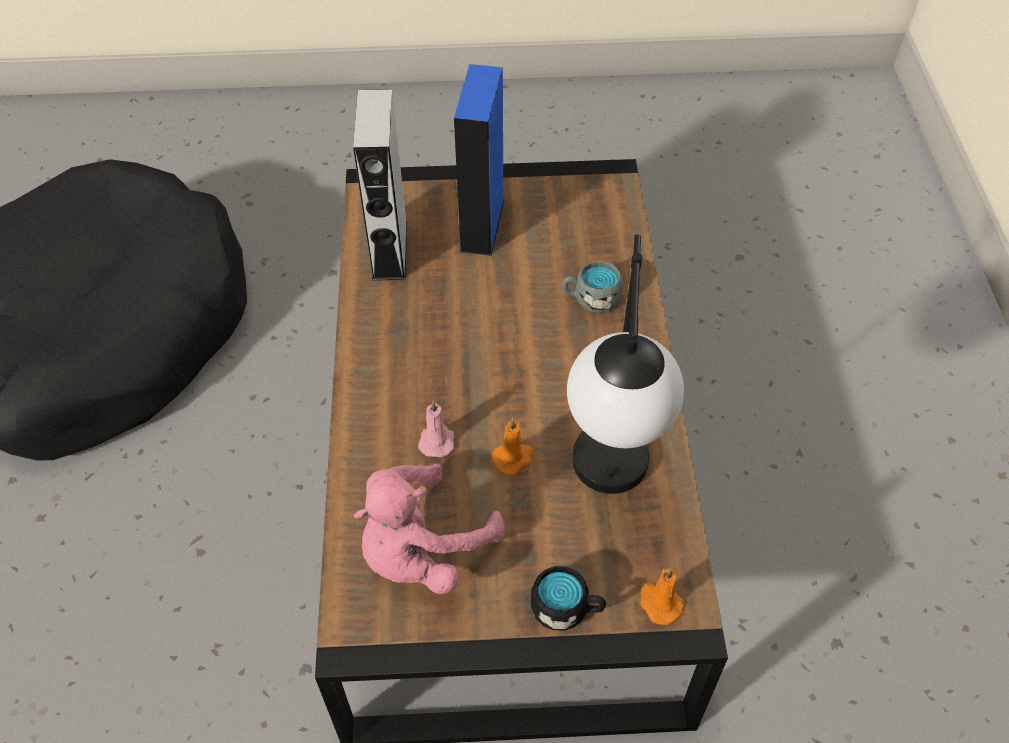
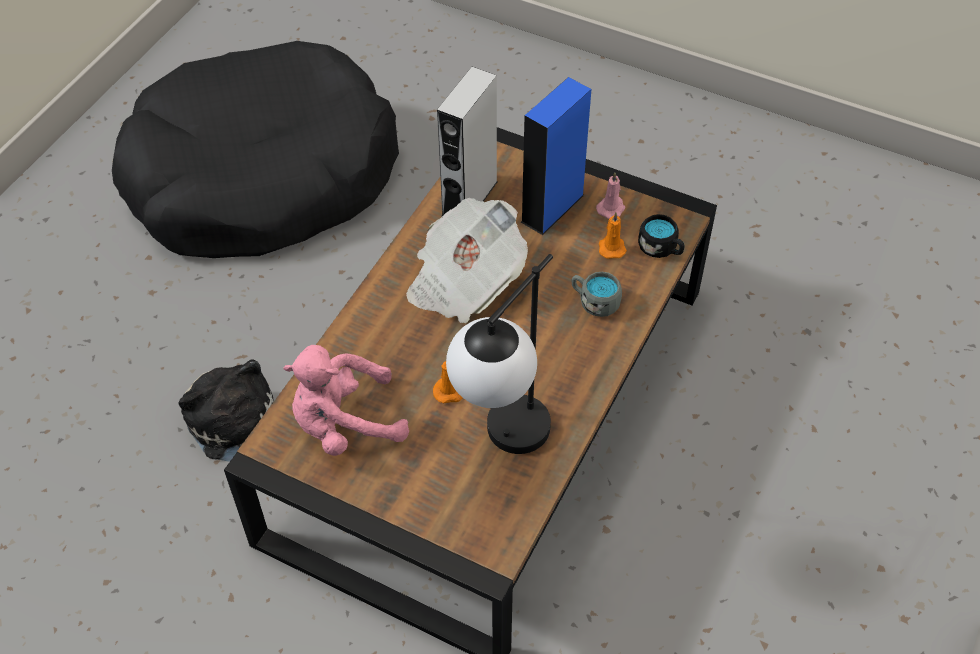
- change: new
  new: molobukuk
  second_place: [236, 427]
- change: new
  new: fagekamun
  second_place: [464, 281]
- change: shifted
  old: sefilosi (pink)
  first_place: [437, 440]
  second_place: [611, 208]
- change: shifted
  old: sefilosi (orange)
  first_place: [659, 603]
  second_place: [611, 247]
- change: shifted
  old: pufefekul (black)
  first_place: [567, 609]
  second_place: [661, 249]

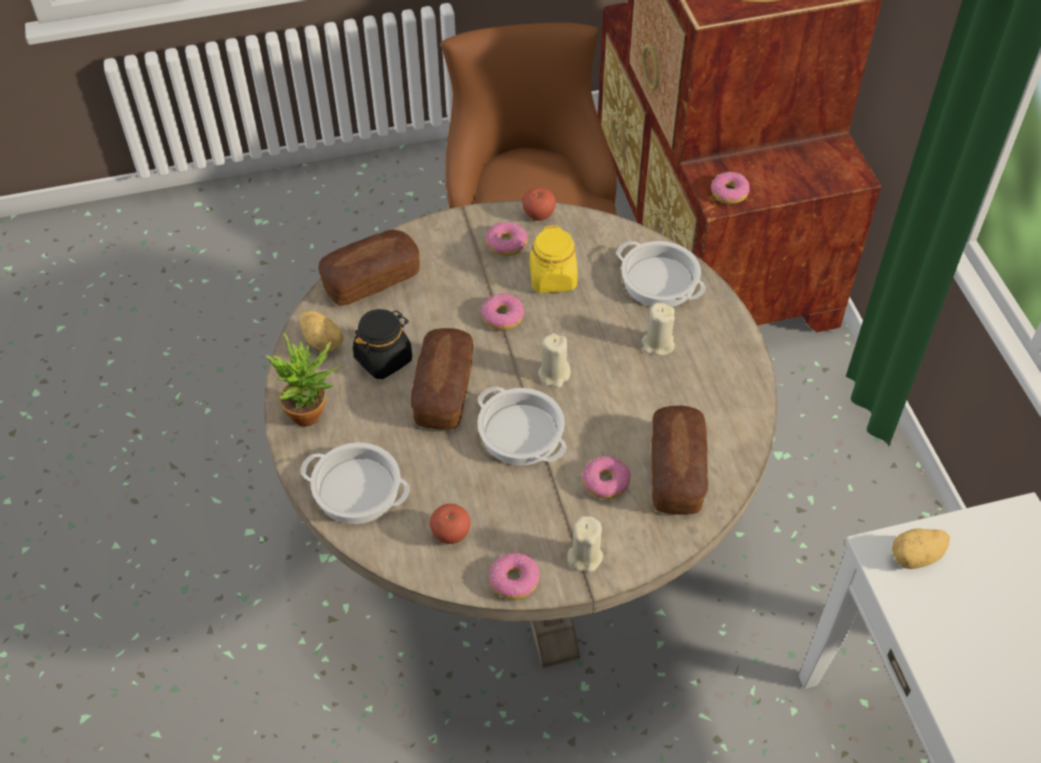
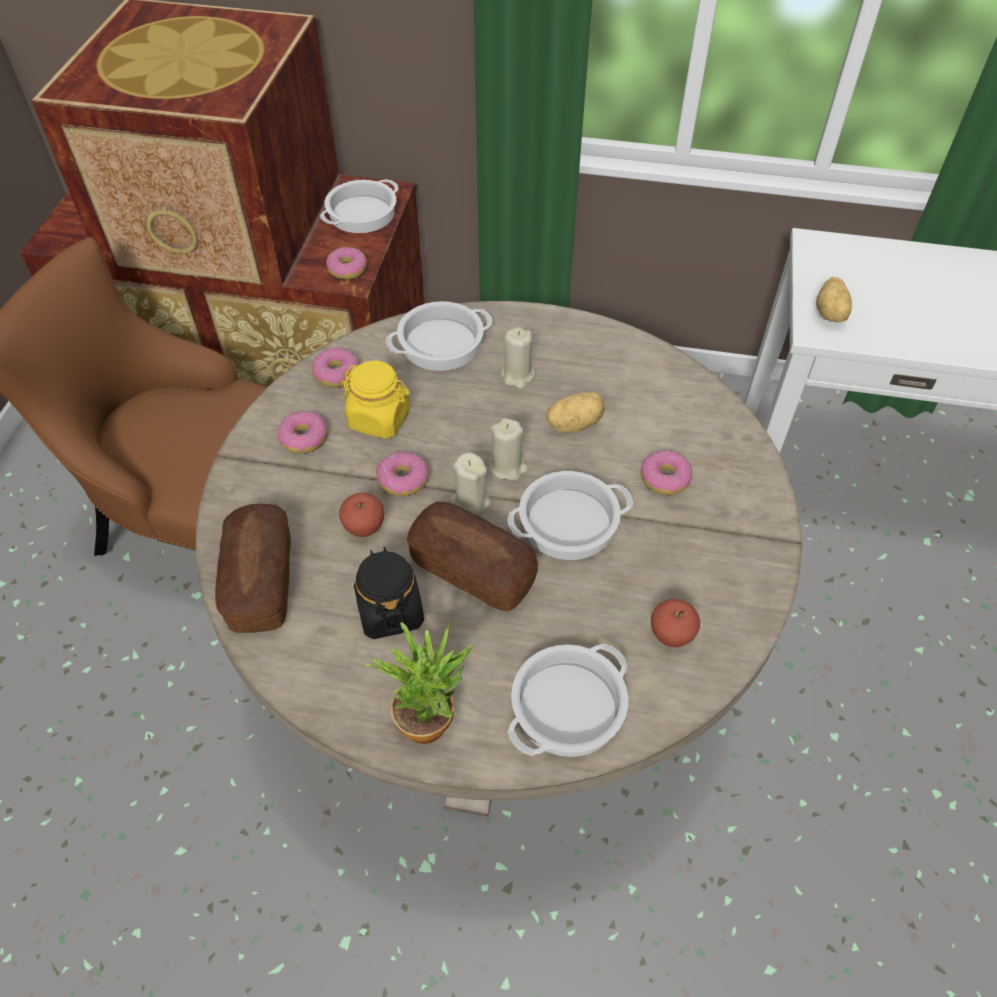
- change: shifted
  old: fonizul
  first_place: [514, 580]
  second_place: [336, 373]
- change: new
  new: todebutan
  second_place: [362, 213]
- change: shifted
  old: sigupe
  first_place: [538, 215]
  second_place: [364, 527]
- change: shifted
  old: sefilosi (beige)
  first_place: [584, 556]
  second_place: [470, 502]
- change: shifted
  old: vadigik
  first_place: [323, 341]
  second_place: [574, 423]
- change: gone
  old: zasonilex
  first_place: [676, 472]

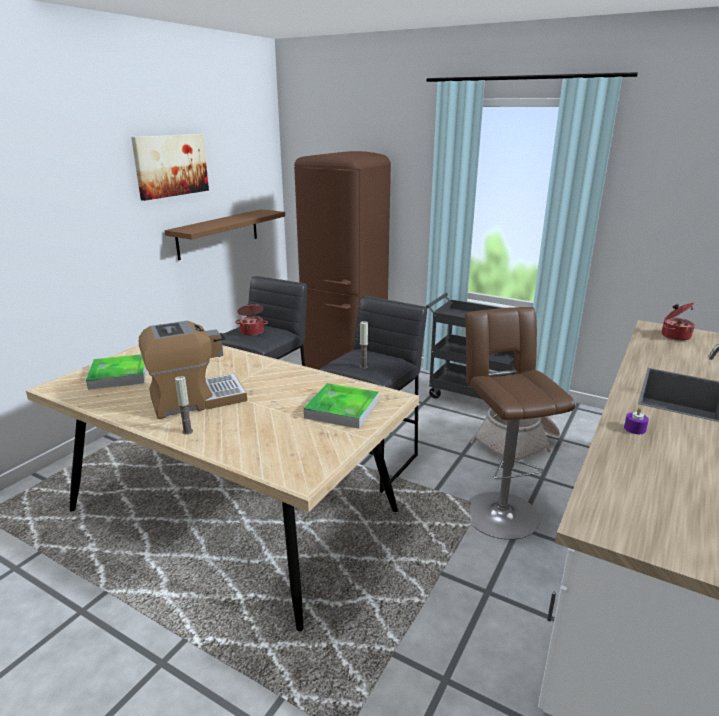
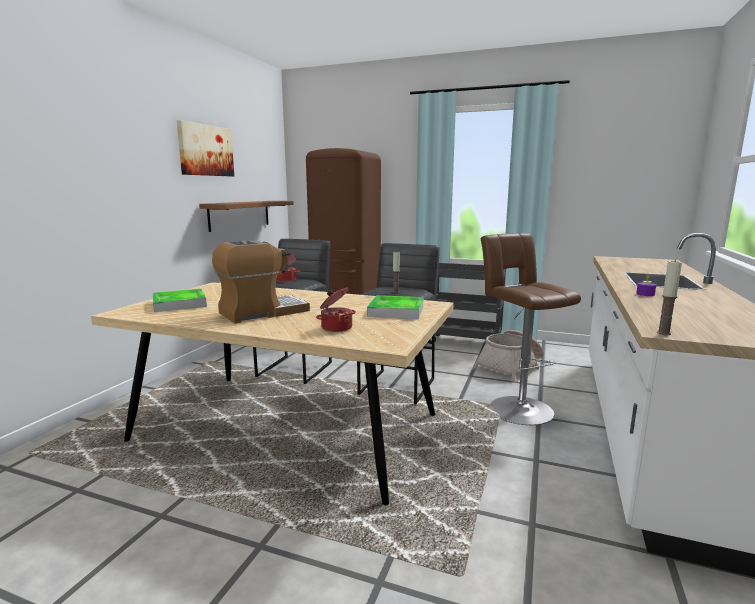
- change: shifted
  old: todebutan
  first_place: [674, 336]
  second_place: [336, 327]
- change: shifted
  old: sefilosi
  first_place: [187, 431]
  second_place: [663, 333]

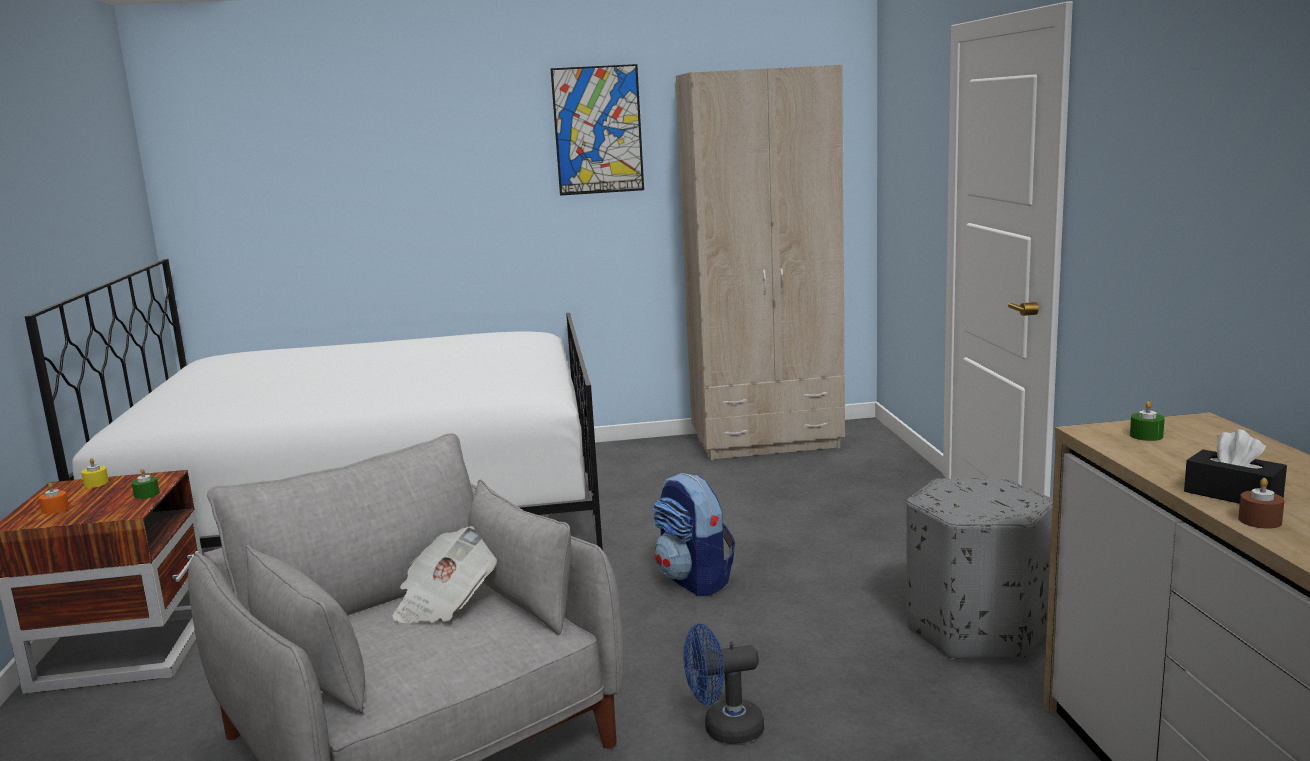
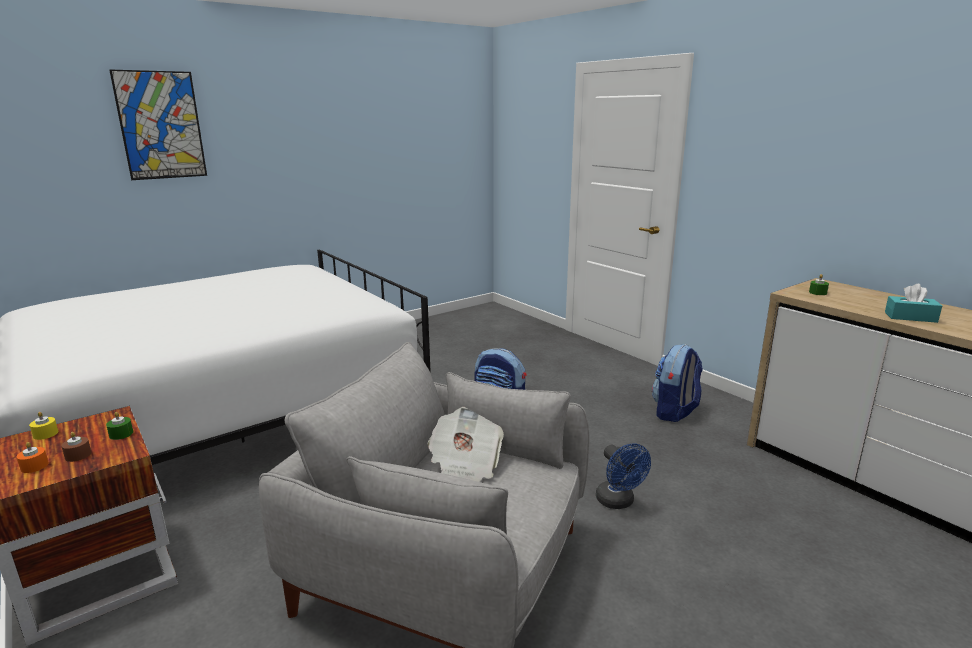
- change: shifted
  old: sefilosi (brown)
  first_place: [1259, 521]
  second_place: [78, 455]
- change: shifted
  old: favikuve
  first_place: [598, 130]
  second_place: [161, 125]
- change: rotated
  old: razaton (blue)
  first_place: [724, 730]
  second_place: [618, 502]
  degrees: -75
- change: swapped
  old: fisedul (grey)
  new: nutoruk
  first_place: [975, 630]
  second_place: [674, 412]
- change: repainted
  old: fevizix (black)
  new: fevizix (turquoise)
  first_place: [1233, 494]
  second_place: [910, 317]
- change: gone
  old: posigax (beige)
  first_place: [768, 442]

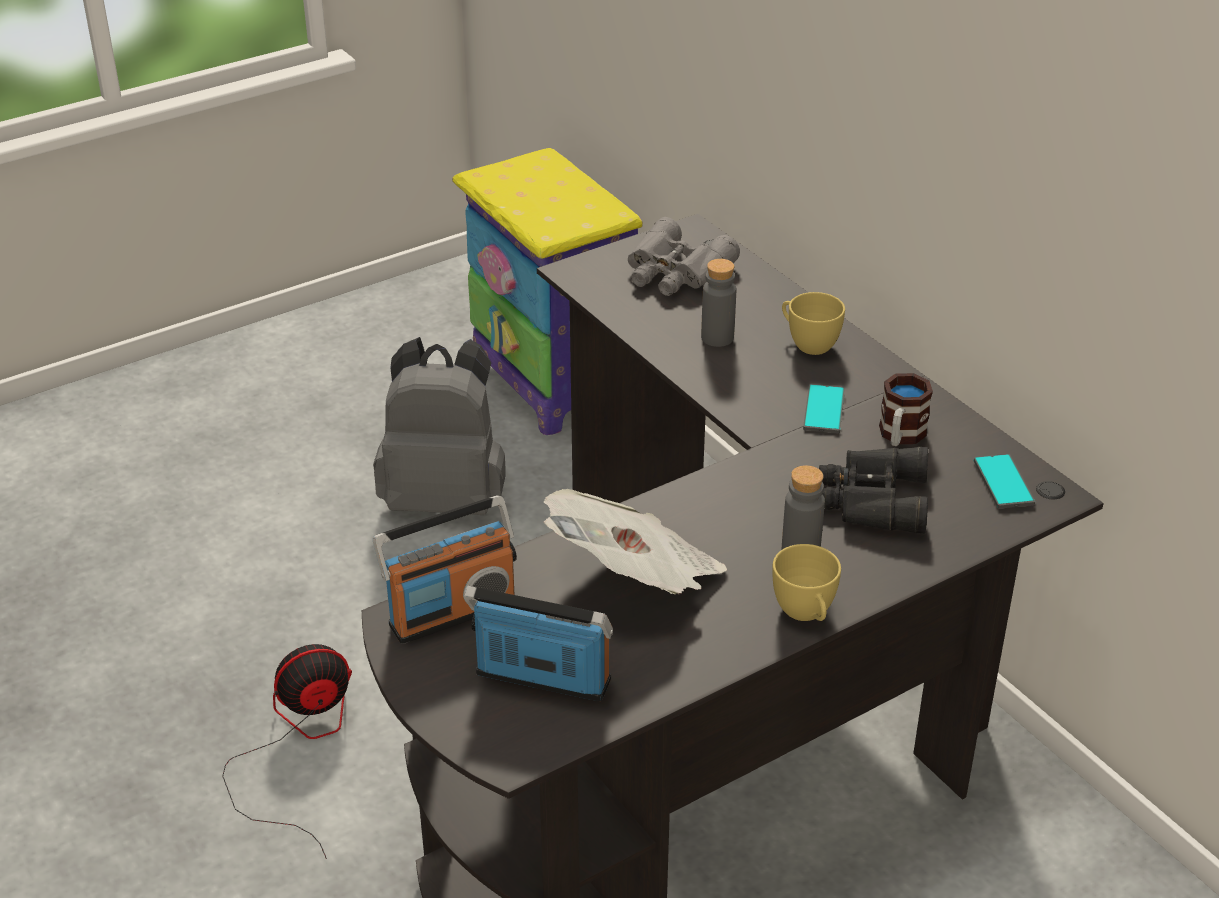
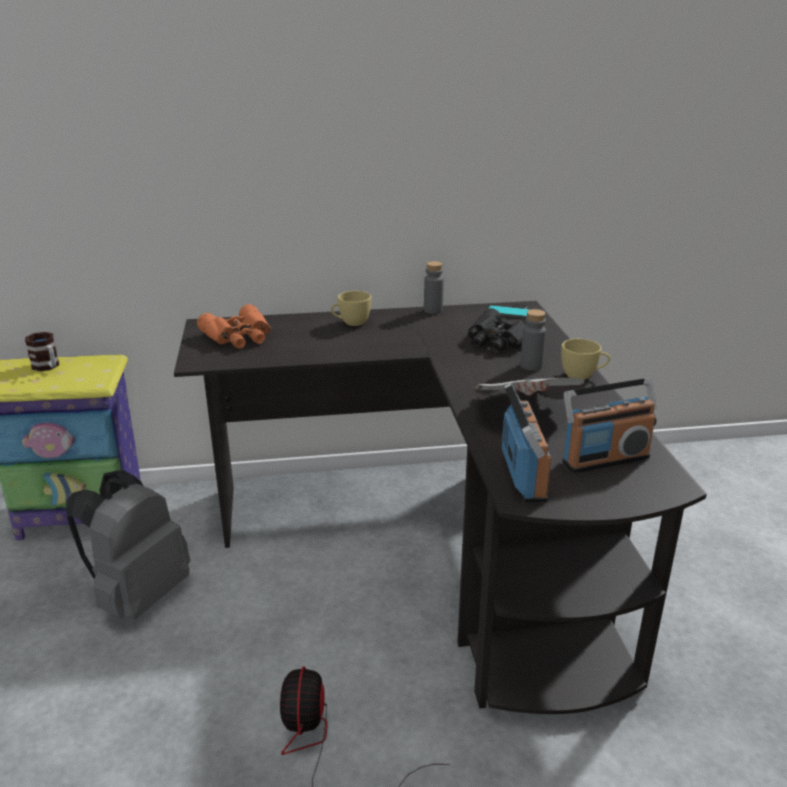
- change: shifted
  old: pufefekul
  first_place: [900, 436]
  second_place: [48, 367]
- change: repainted
  old: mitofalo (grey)
  new: mitofalo (orange)
  first_place: [675, 272]
  second_place: [239, 336]
- change: shifted
  old: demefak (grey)
  first_place: [717, 338]
  second_place: [433, 310]
- change: rotated
  old: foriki
  first_place: [542, 679]
  second_place: [604, 459]
  degrees: -150
- change: gone
  old: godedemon
  first_place: [824, 410]

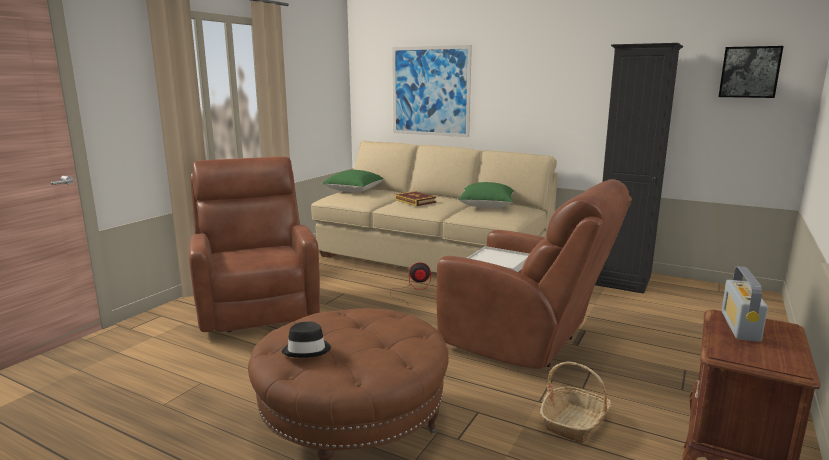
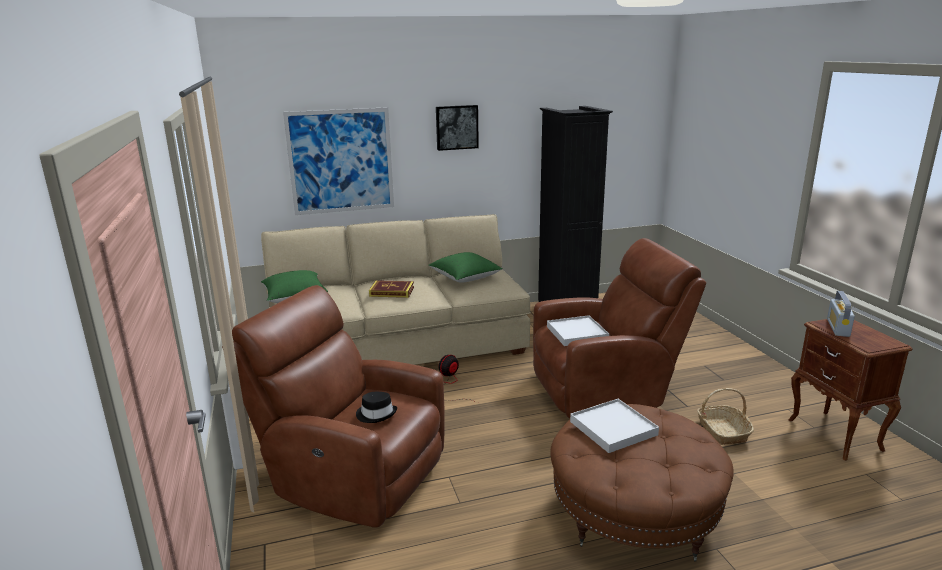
- change: shifted
  old: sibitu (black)
  first_place: [307, 349]
  second_place: [376, 414]
- change: shifted
  old: favikuve
  first_place: [749, 72]
  second_place: [456, 127]
- change: new
  new: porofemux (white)
  second_place: [613, 428]
- change: rotated
  old: foriki
  first_place: [740, 326]
  second_place: [838, 328]
  degrees: 45

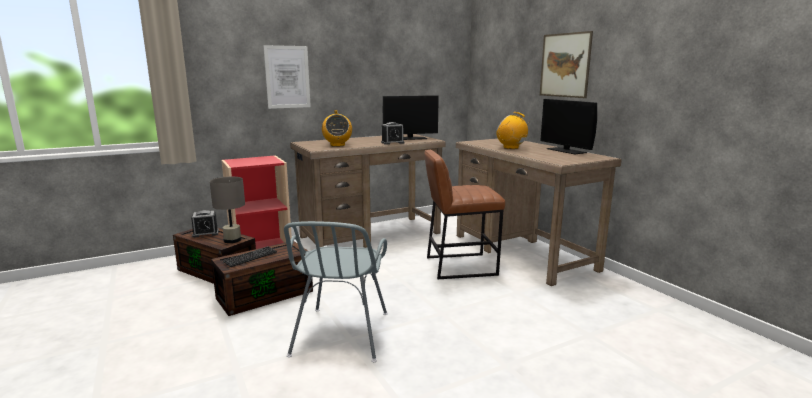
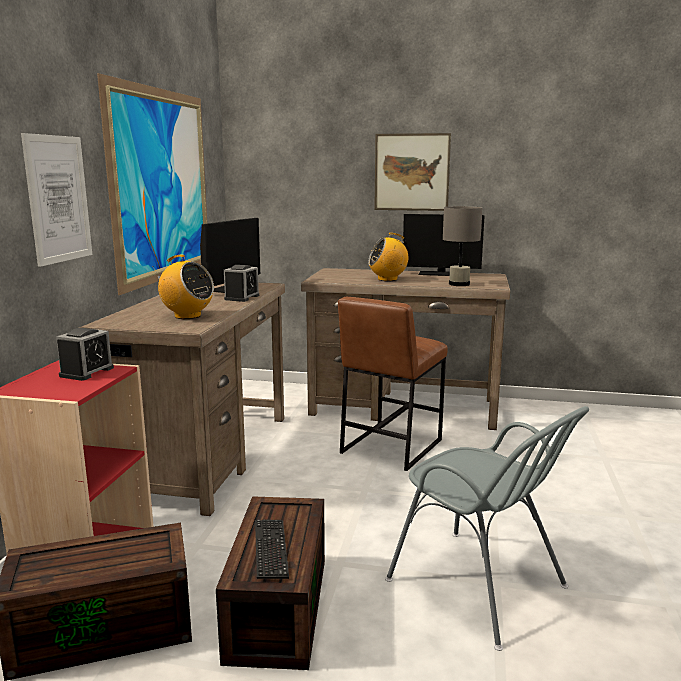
- change: shifted
  old: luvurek
  first_place: [205, 233]
  second_place: [87, 372]
- change: new
  new: favikuve
  second_place: [163, 185]
- change: shifted
  old: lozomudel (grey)
  first_place: [232, 240]
  second_place: [458, 284]

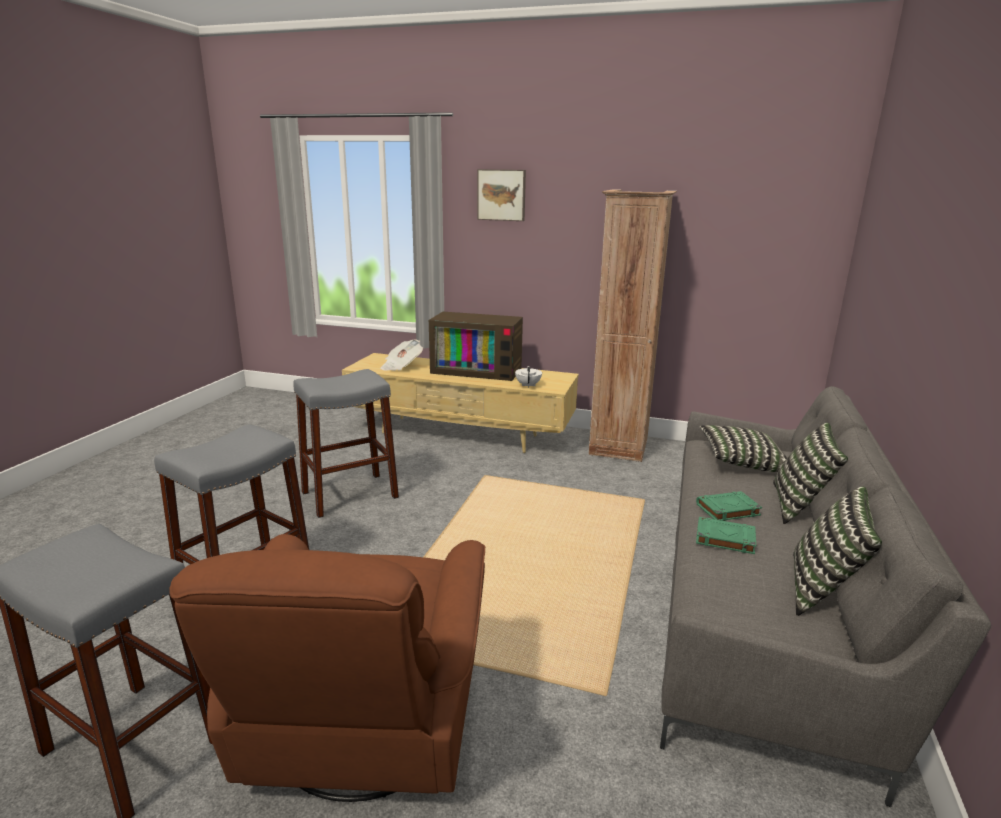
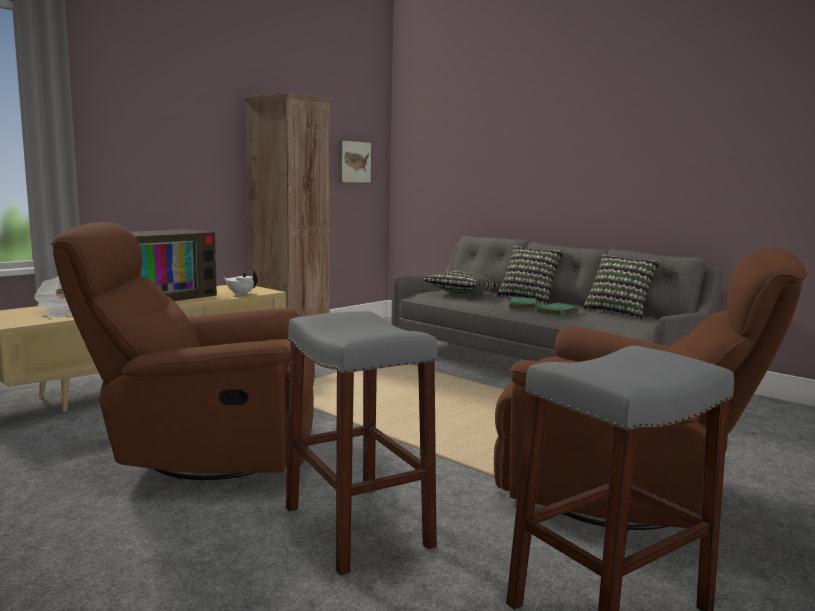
- change: swapped
  old: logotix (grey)
  new: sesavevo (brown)
  first_place: [350, 495]
  second_place: [207, 450]
- change: shifted
  old: favikuve
  first_place: [501, 195]
  second_place: [353, 162]

